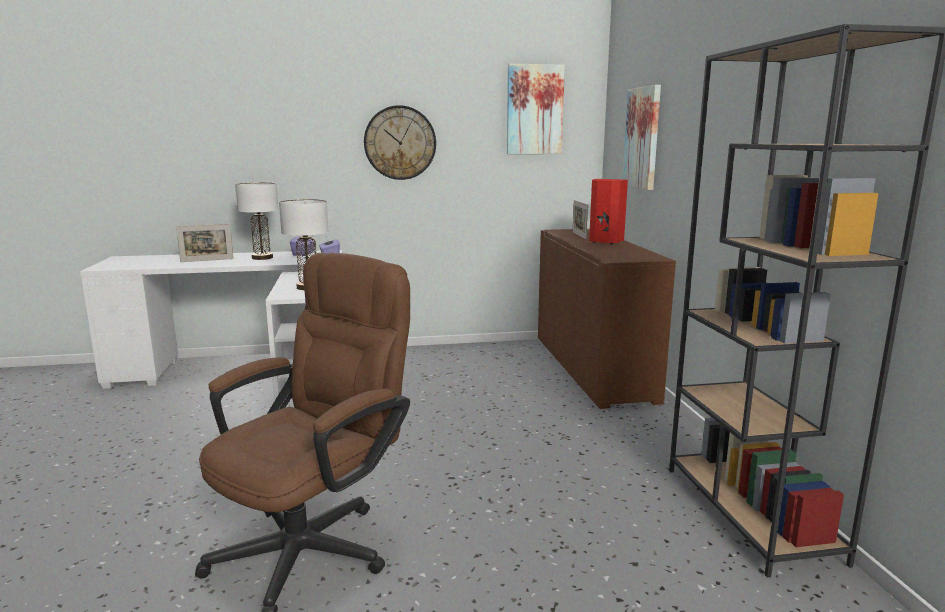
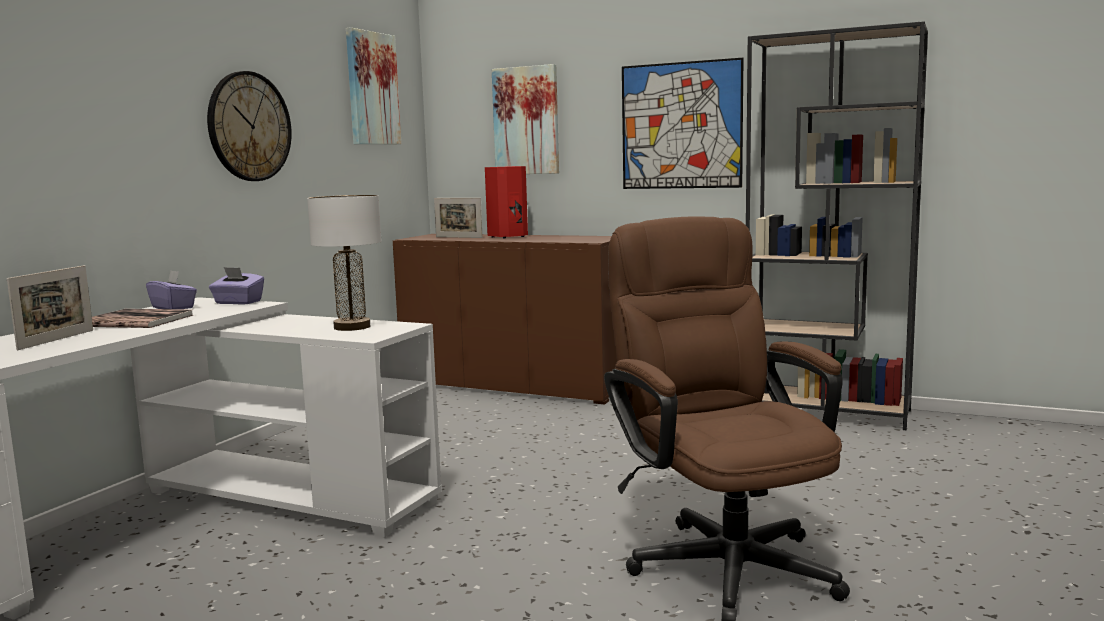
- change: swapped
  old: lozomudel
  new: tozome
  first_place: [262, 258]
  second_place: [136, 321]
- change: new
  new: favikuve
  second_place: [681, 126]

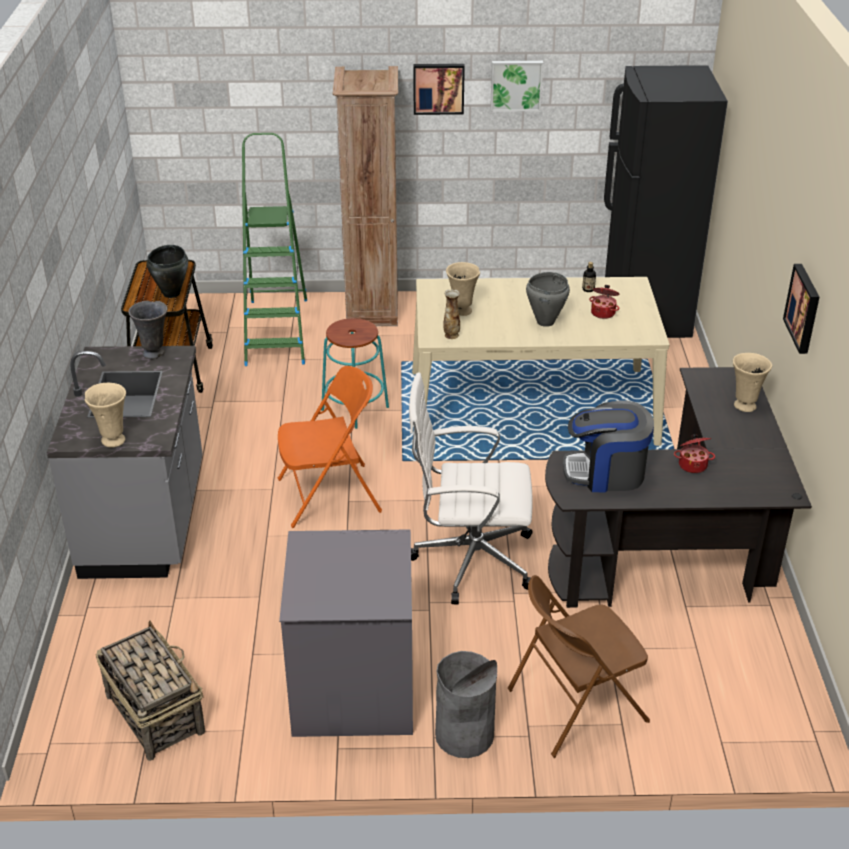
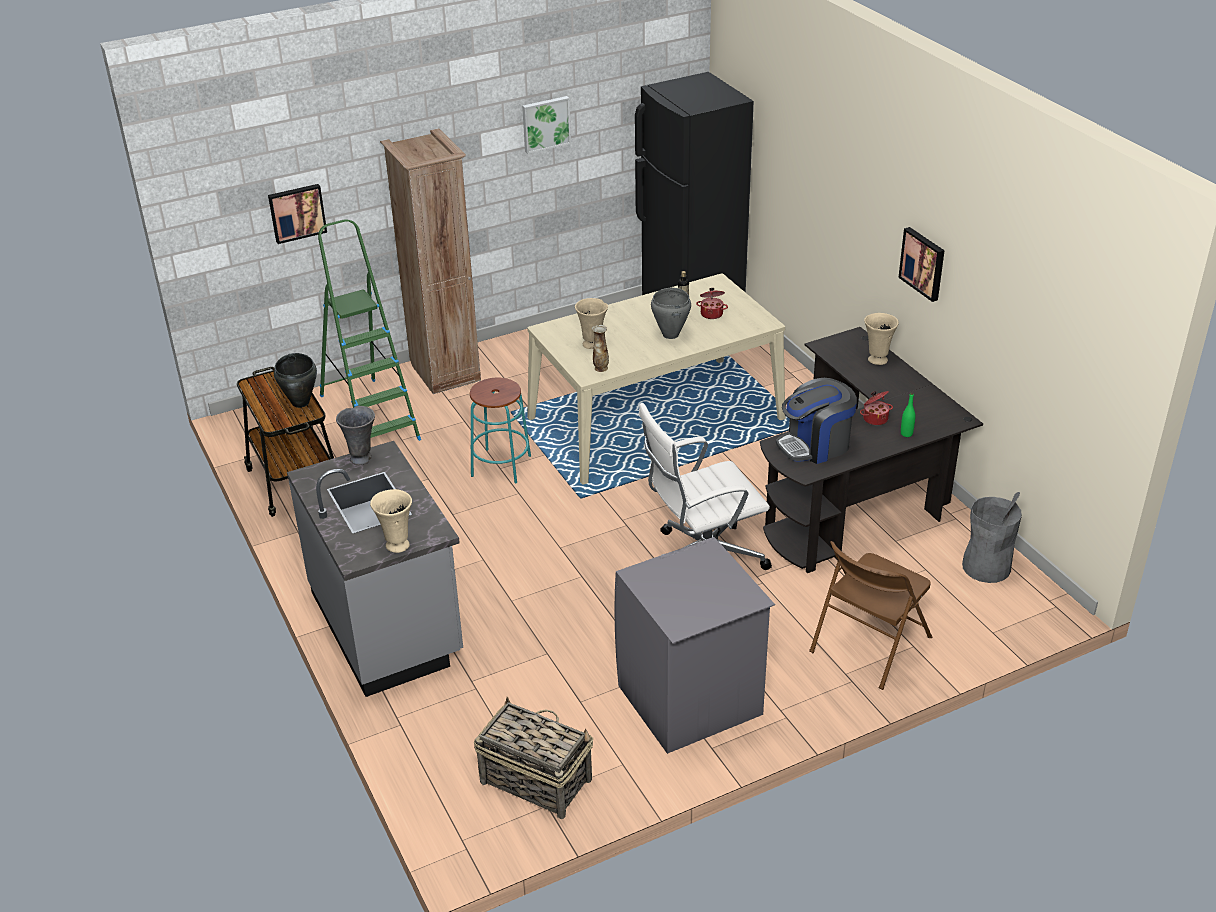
- change: shifted
  old: favikuve
  first_place: [438, 88]
  second_place: [297, 212]
- change: new
  new: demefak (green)
  second_place: [906, 434]
- change: shifted
  old: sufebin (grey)
  first_place: [464, 734]
  second_place: [986, 567]
- change: gone
  old: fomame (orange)
  first_place: [329, 495]

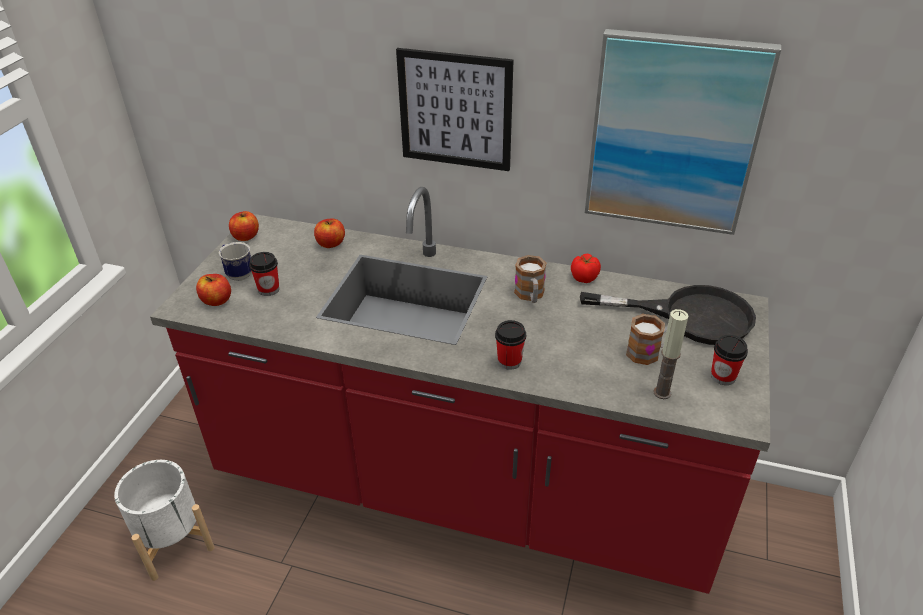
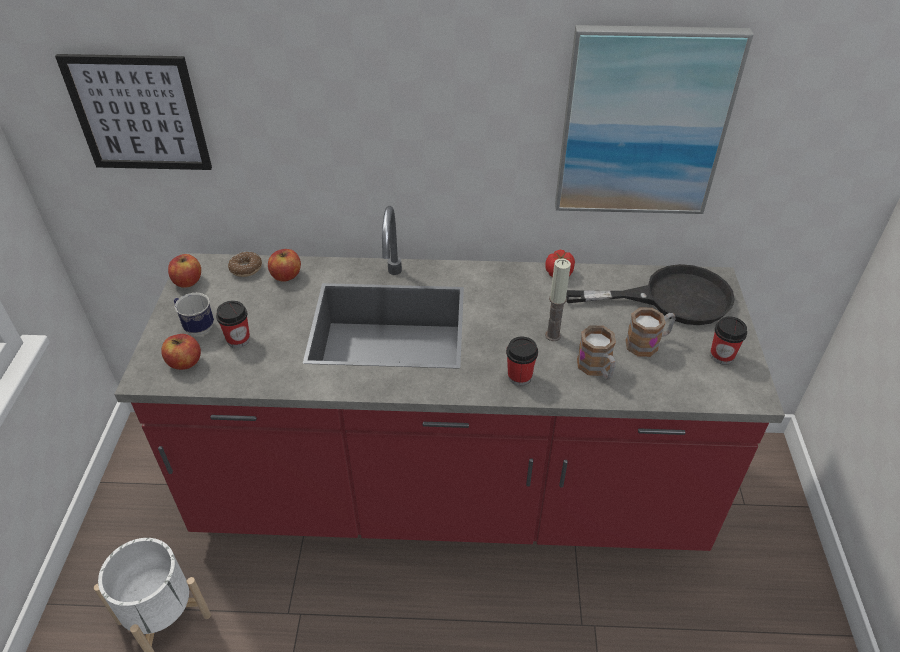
- change: shifted
  old: favikuve
  first_place: [455, 110]
  second_place: [138, 113]
- change: new
  new: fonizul
  second_place: [246, 268]
- change: shifted
  old: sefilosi
  first_place: [662, 392]
  second_place: [553, 335]
- change: shifted
  old: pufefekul
  first_place: [530, 295]
  second_place: [597, 369]

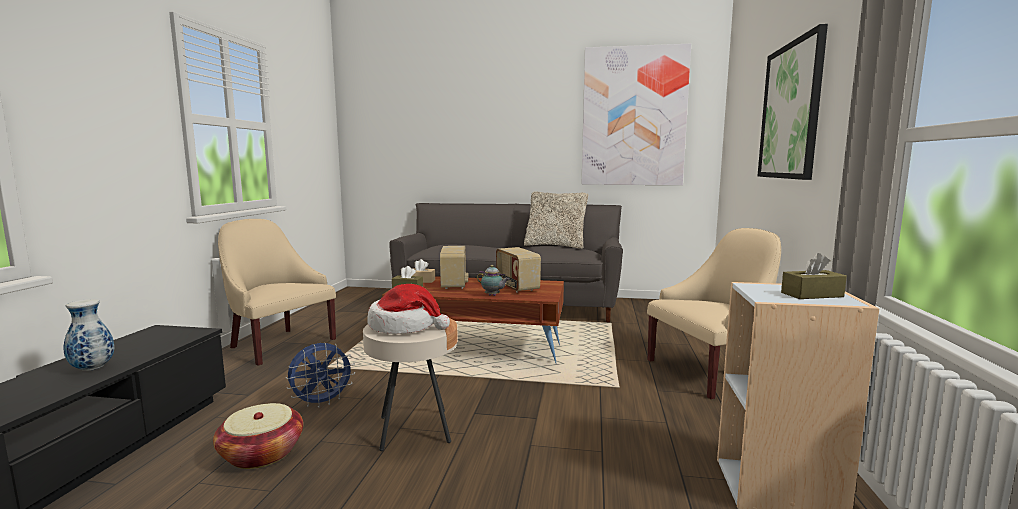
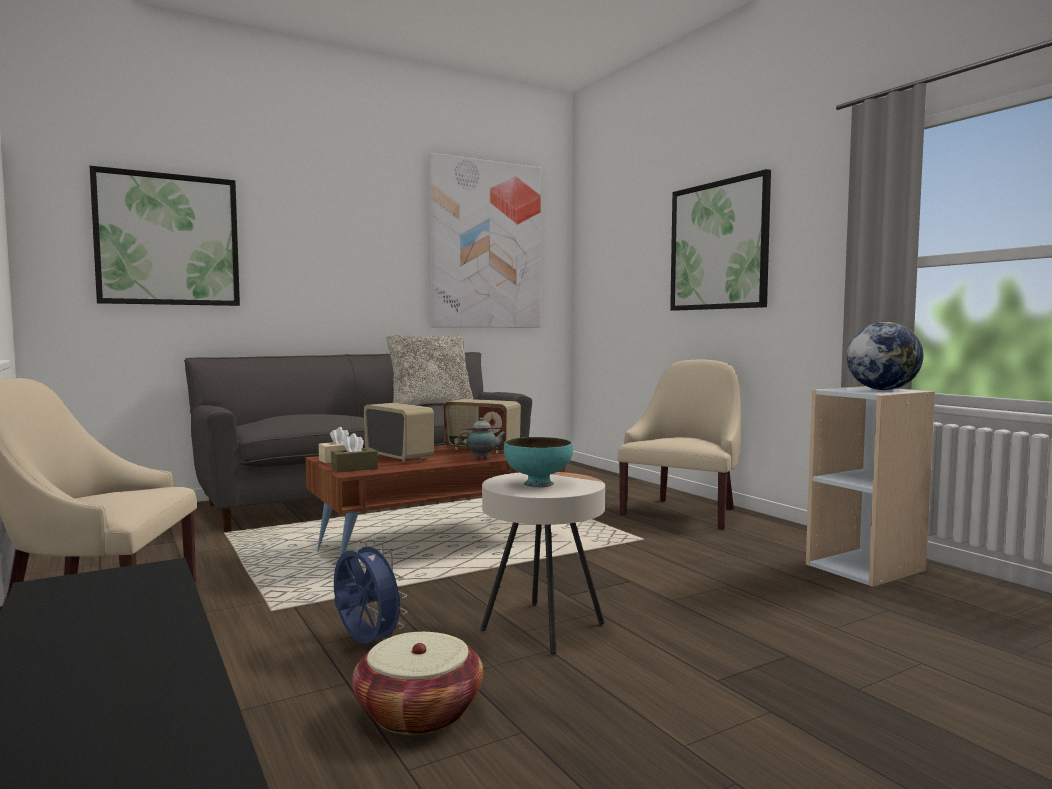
- change: new
  new: favikuve
  second_place: [168, 240]
- change: rotated
  old: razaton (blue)
  first_place: [322, 402]
  second_place: [365, 644]
  degrees: -60
- change: swapped
  old: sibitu
  new: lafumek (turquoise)
  first_place: [405, 326]
  second_place: [537, 484]
- change: swapped
  old: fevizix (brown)
  new: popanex
  first_place: [812, 294]
  second_place: [882, 389]
- change: gone
  old: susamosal
  first_place: [91, 368]

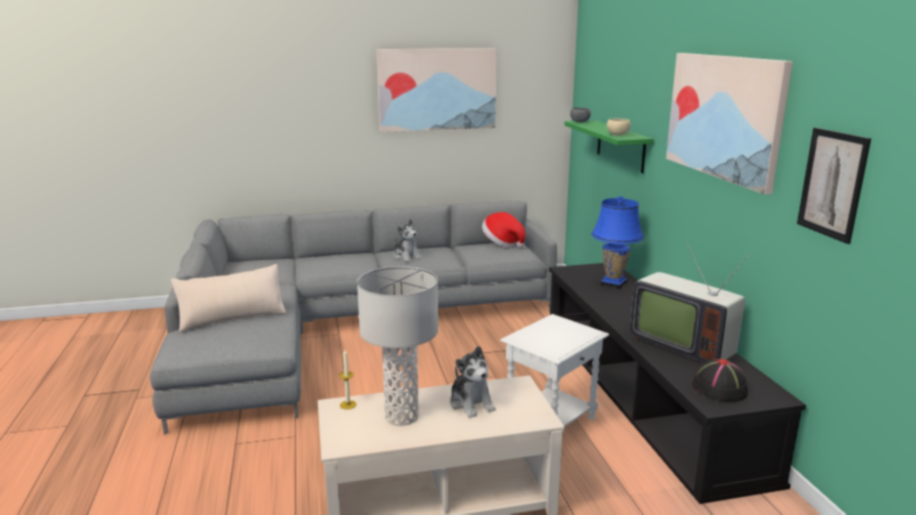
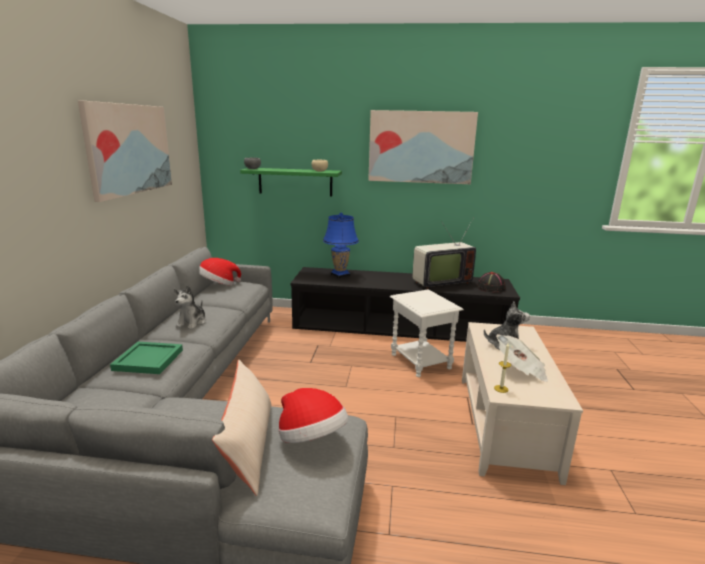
- change: new
  new: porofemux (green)
  second_place: [149, 360]
- change: rotated
  old: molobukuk
  first_place: [407, 256]
  second_place: [192, 322]
  degrees: 120
- change: new
  new: sibitu
  second_place: [311, 439]
- change: swapped
  old: lozomudel (white)
  new: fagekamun
  first_place: [401, 416]
  second_place: [521, 370]
- change: gone
  old: favikuve
  first_place: [832, 184]

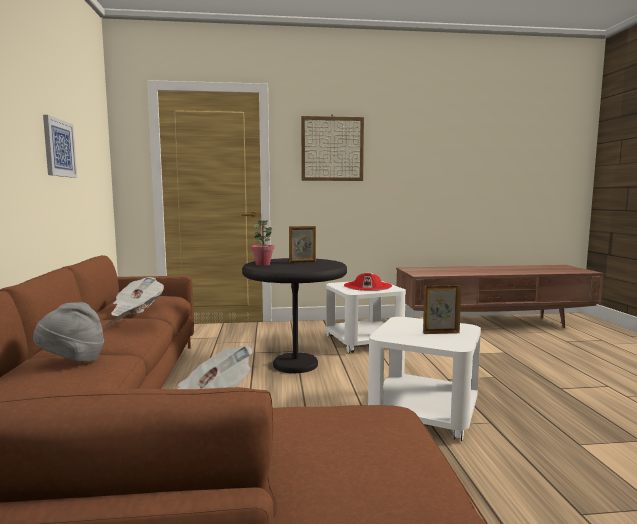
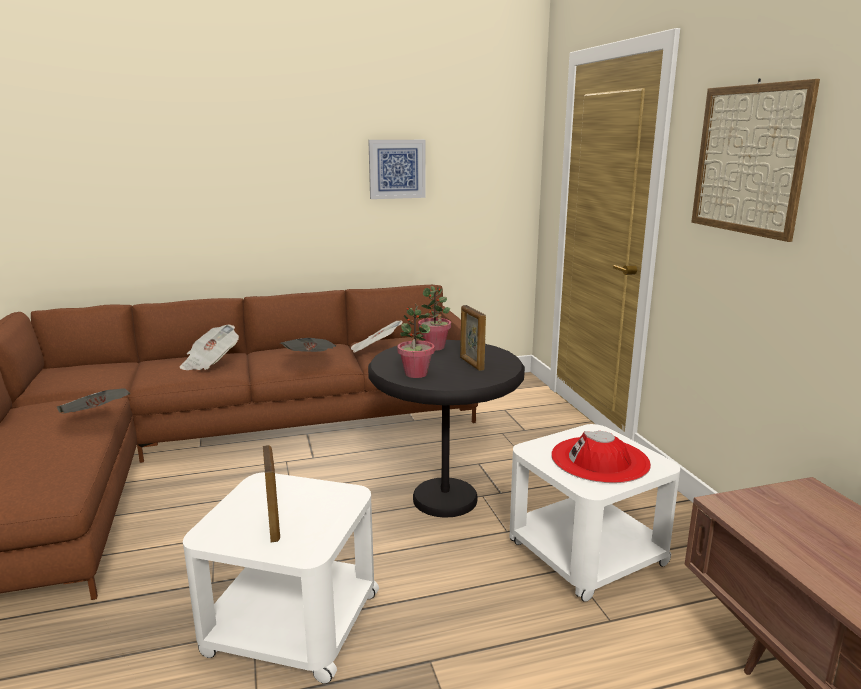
- change: swapped
  old: sibitu (grey)
  new: fagekamun
  first_place: [72, 361]
  second_place: [210, 363]
- change: new
  new: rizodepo
  second_place: [416, 374]

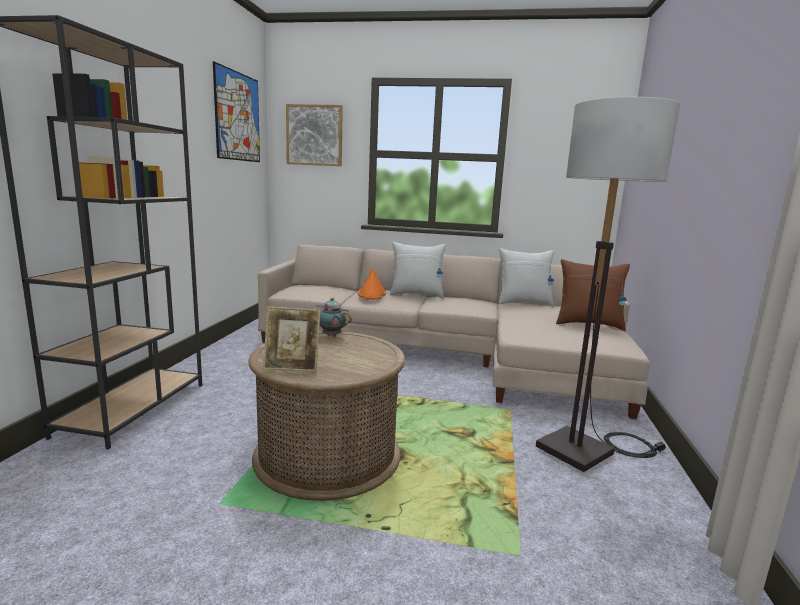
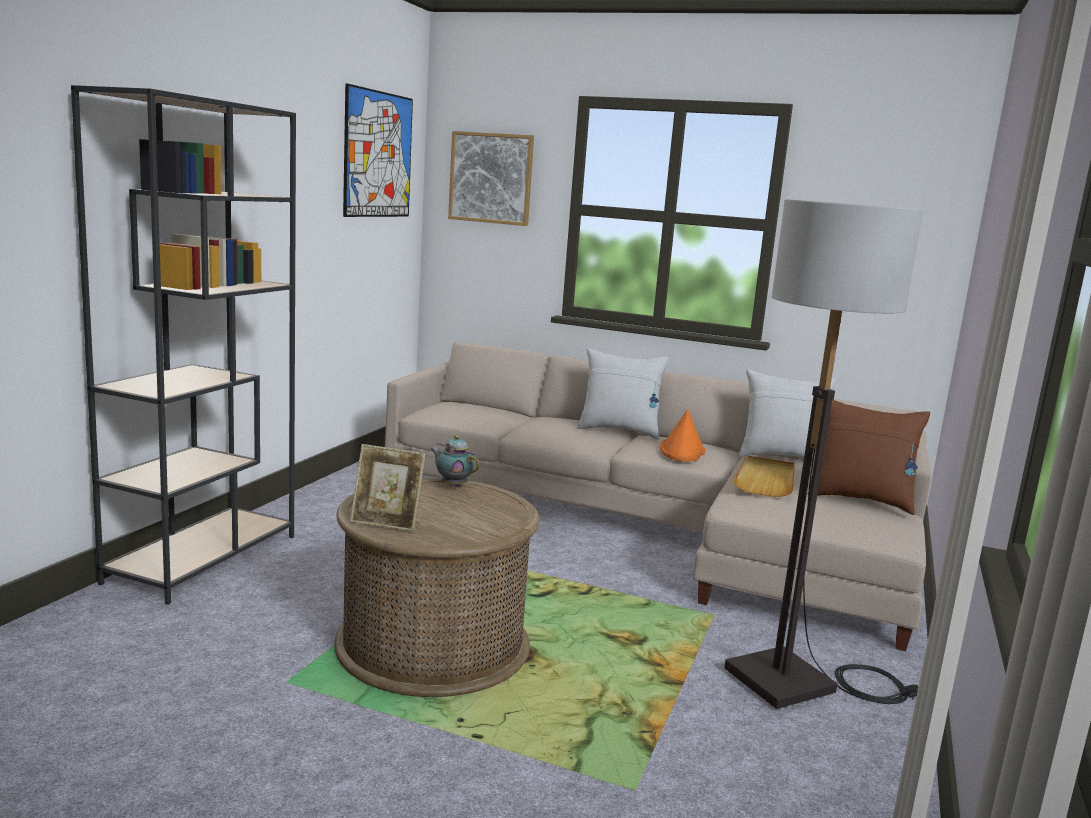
- change: shifted
  old: sibitu (orange)
  first_place: [372, 294]
  second_place: [682, 450]
- change: new
  new: porofemux (beige)
  second_place: [765, 480]

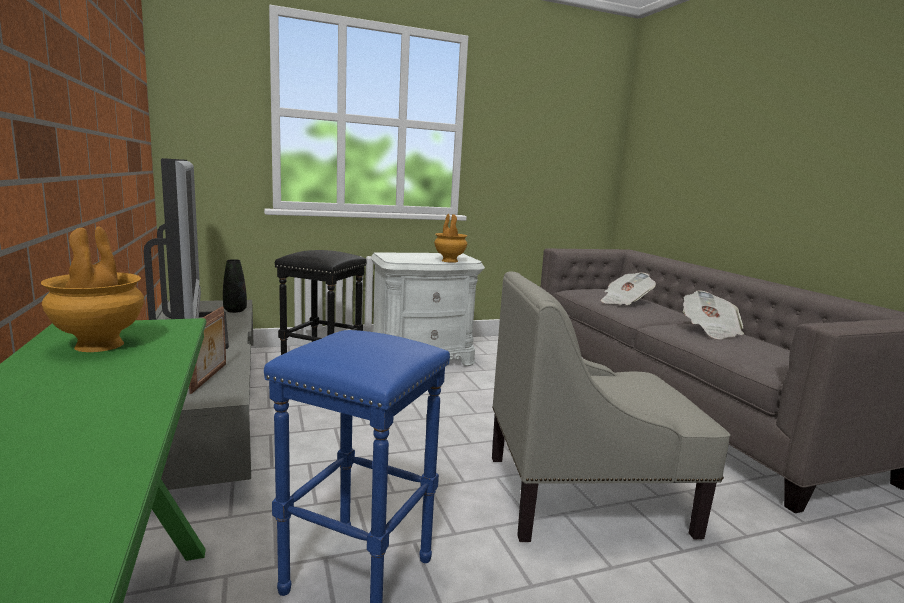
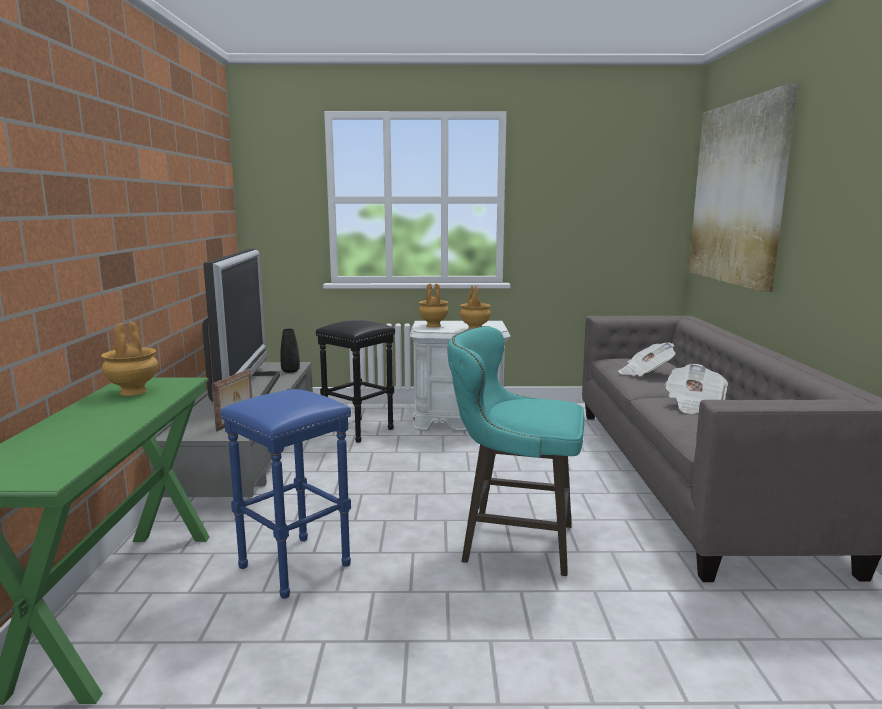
- change: new
  new: susamosal (brown)
  second_place: [433, 326]
- change: swapped
  old: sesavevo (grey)
  new: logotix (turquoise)
  first_place: [587, 494]
  second_place: [512, 541]
- change: new
  new: favikuve
  second_place: [738, 193]

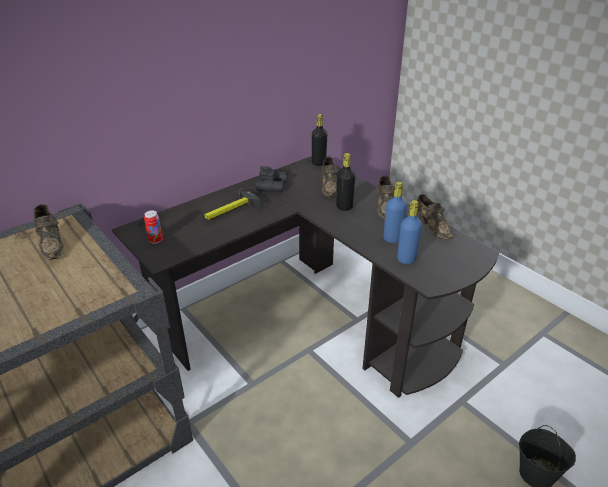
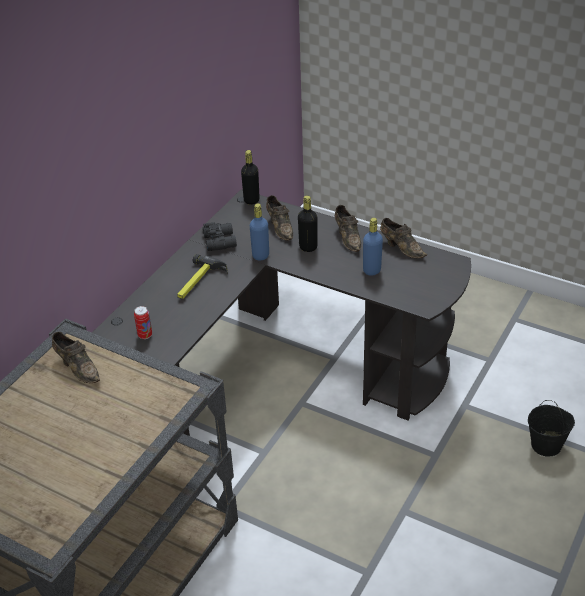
- change: shifted
  old: demefak (blue)
  first_place: [406, 259]
  second_place: [260, 255]

